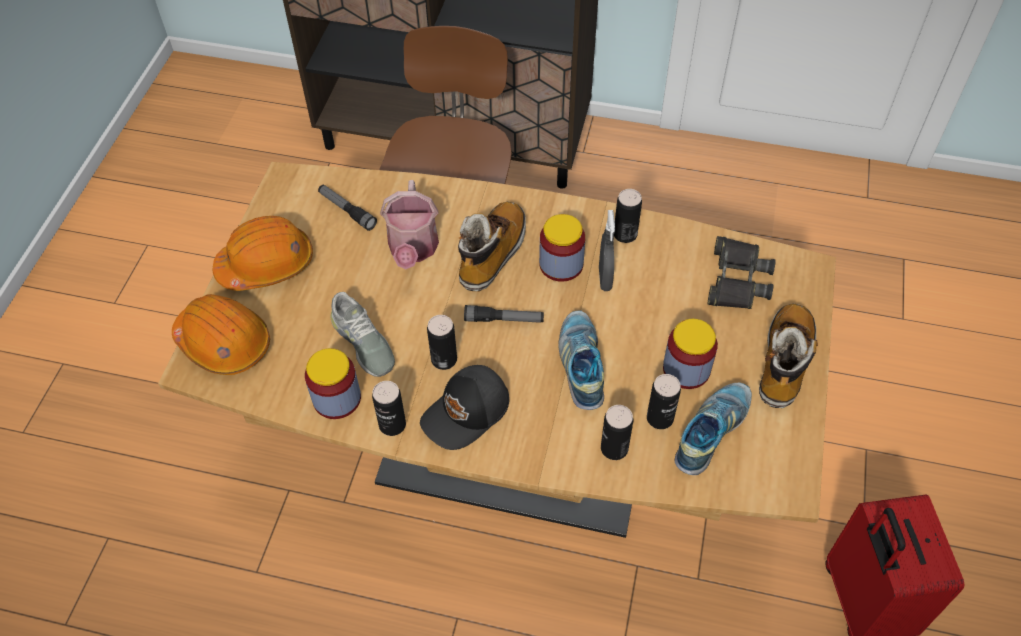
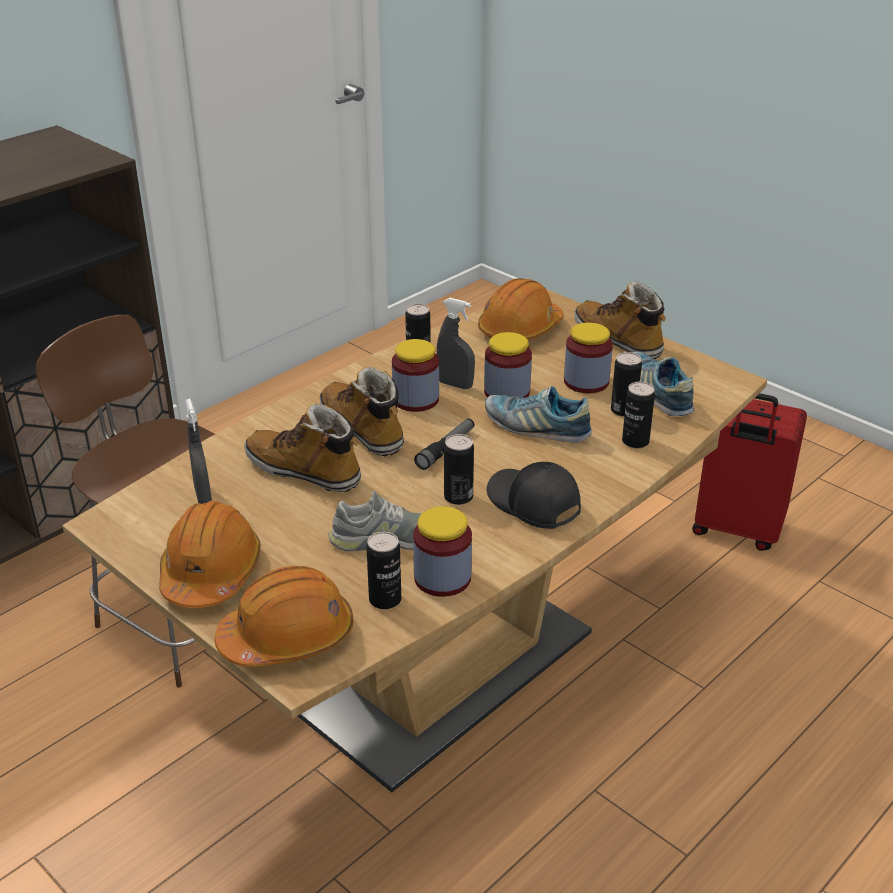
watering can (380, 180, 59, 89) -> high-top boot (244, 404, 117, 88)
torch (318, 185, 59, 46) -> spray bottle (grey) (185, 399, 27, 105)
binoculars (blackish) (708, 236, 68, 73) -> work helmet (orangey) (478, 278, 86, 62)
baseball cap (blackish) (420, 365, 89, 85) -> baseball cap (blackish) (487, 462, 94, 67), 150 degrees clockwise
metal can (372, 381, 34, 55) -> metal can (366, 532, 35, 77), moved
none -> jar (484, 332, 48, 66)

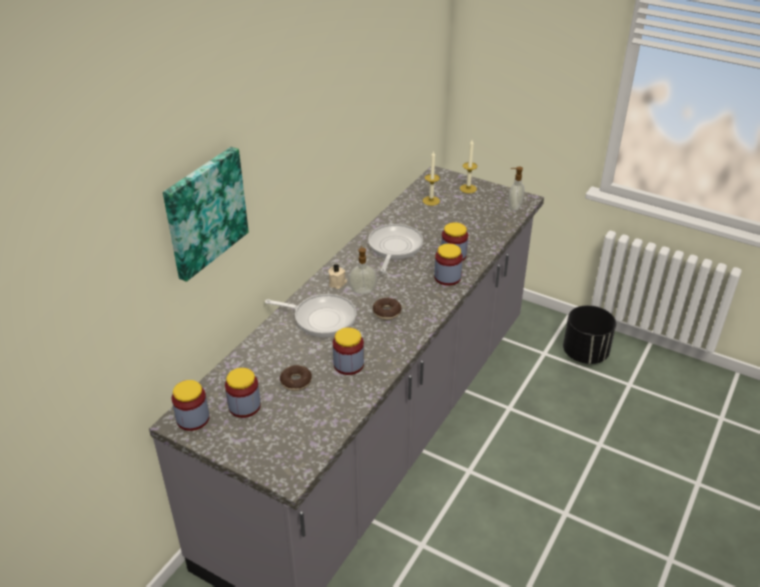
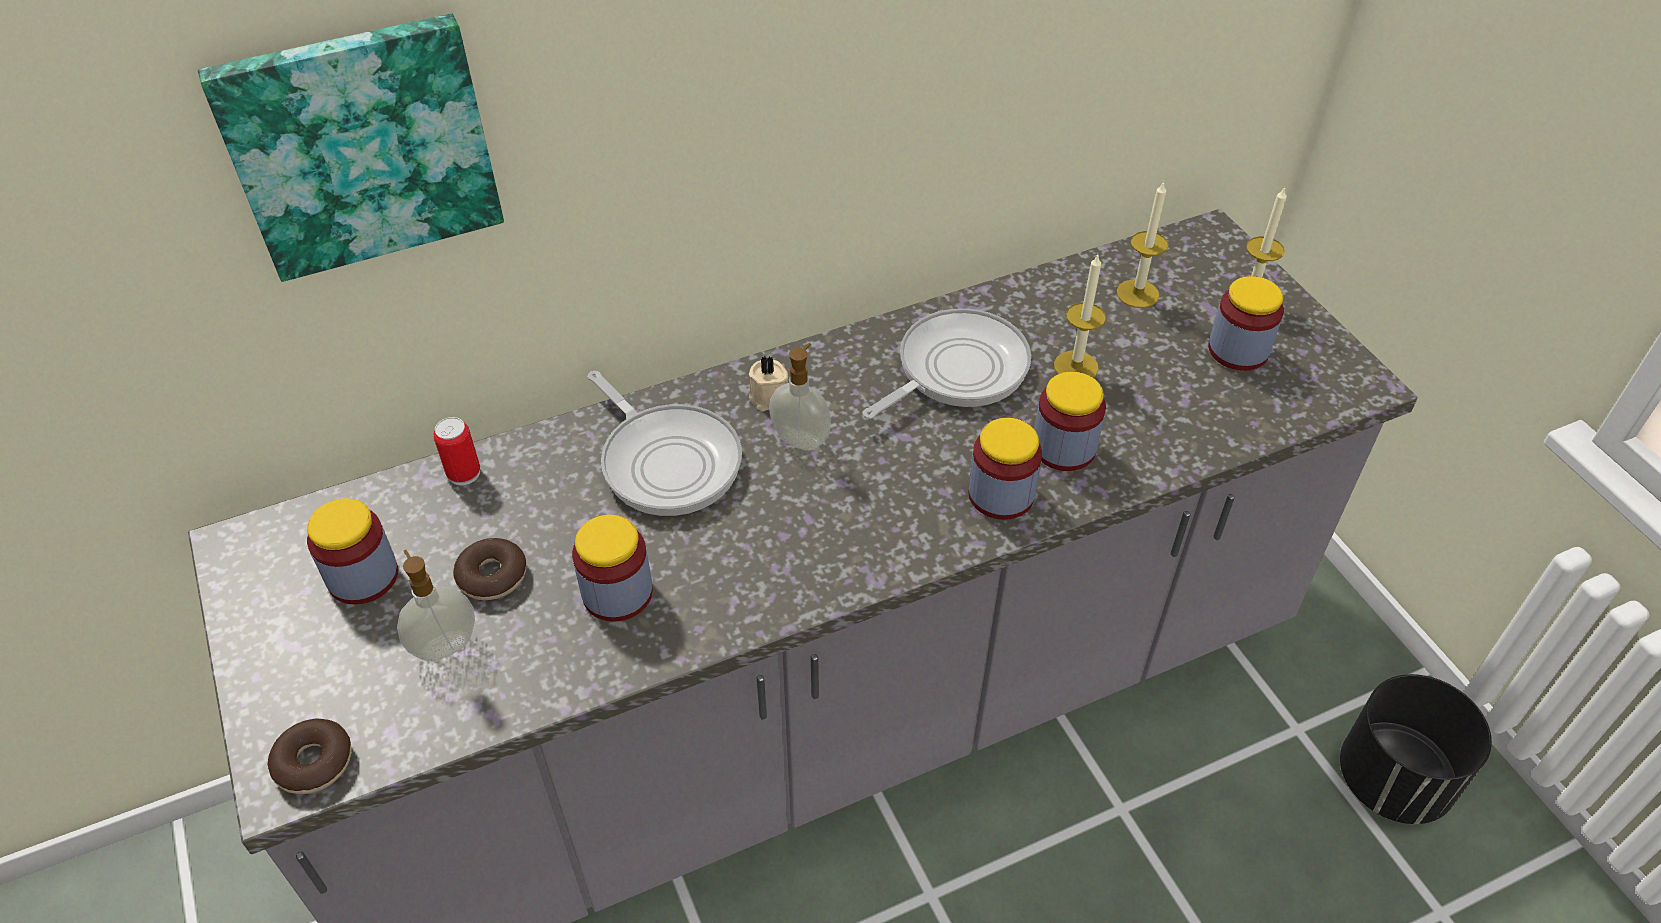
soap bottle (509, 167, 15, 44) -> soap bottle (397, 550, 78, 112), moved
donut (373, 298, 29, 22) -> donut (267, 719, 85, 75), moved
jar (172, 380, 37, 51) -> jar (1208, 276, 76, 95), moved
none -> candle (1054, 255, 52, 123)
none -> metal can (433, 417, 47, 68)

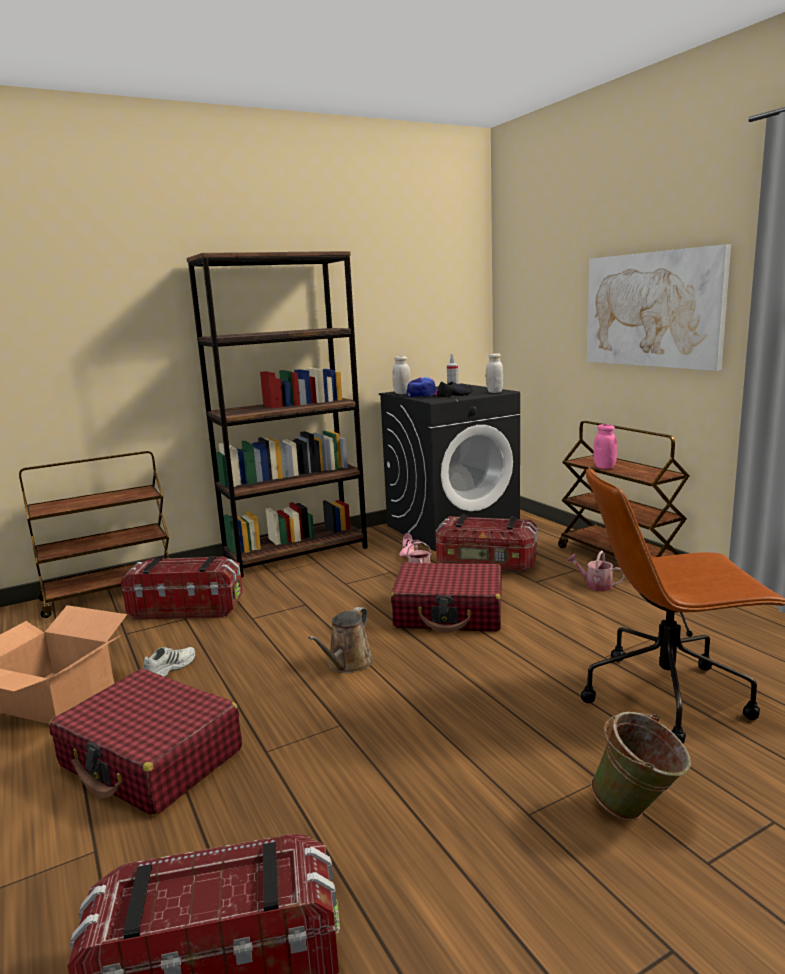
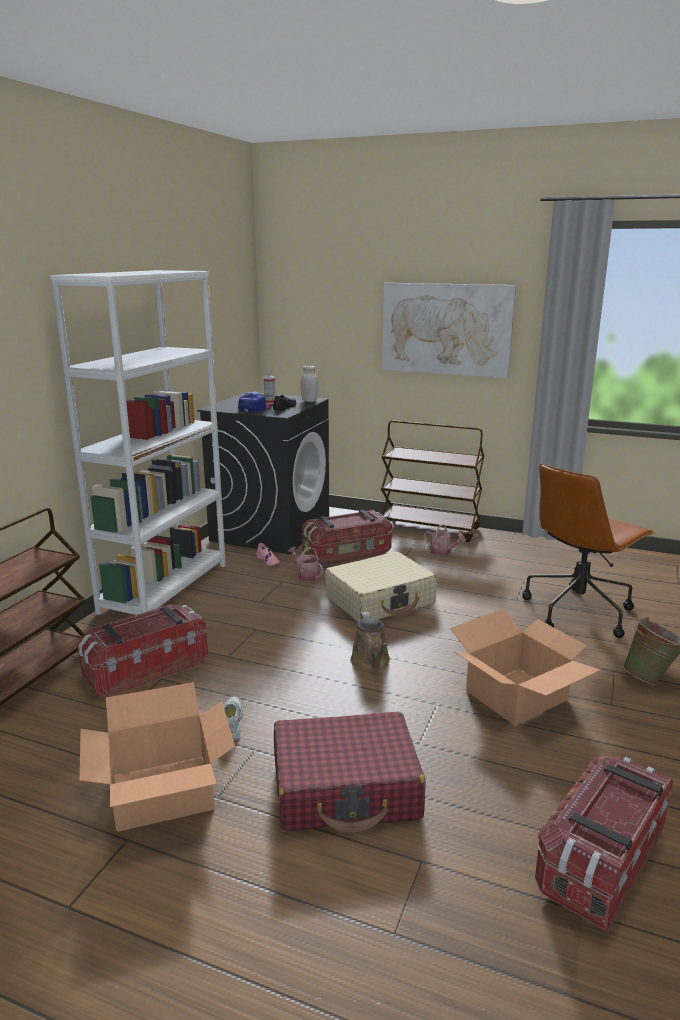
shelving unit (brown) (187, 251, 181, 326) -> shelving unit (white-coloured) (50, 270, 176, 345)
jar (white-coloured) (392, 356, 19, 38) -> none
jar (pink) (593, 424, 24, 45) -> none
watering can (567, 551, 58, 40) -> watering can (424, 524, 42, 32), 135 degrees counterclockwise
travel case (reddish) (391, 562, 111, 71) -> travel case (beige) (325, 552, 112, 70)
none -> carton (450, 609, 151, 116)

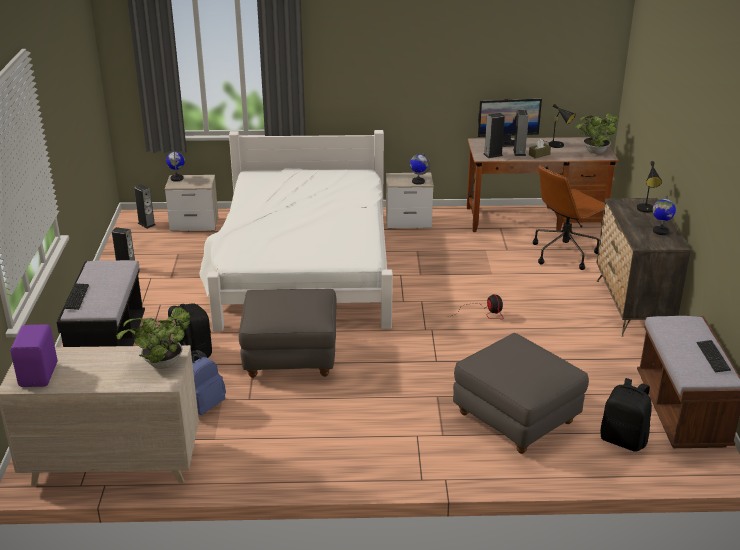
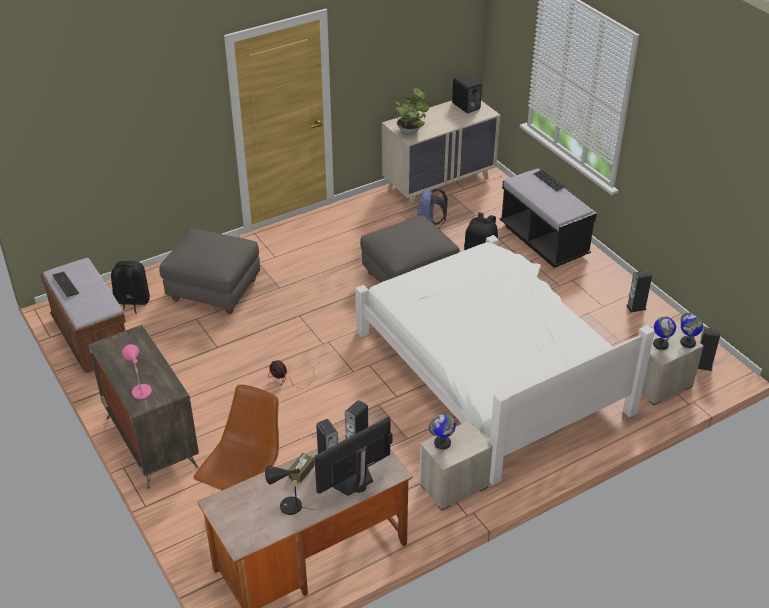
potted plant (575, 113, 44, 41) -> none
tabletop lamp (blackish) (636, 161, 26, 52) -> tabletop lamp (pink) (122, 344, 30, 62)
desk globe (653, 195, 23, 40) -> desk globe (653, 317, 23, 33), moved
speaker (purple) (10, 324, 48, 63) -> speaker (blackish) (452, 74, 30, 39)

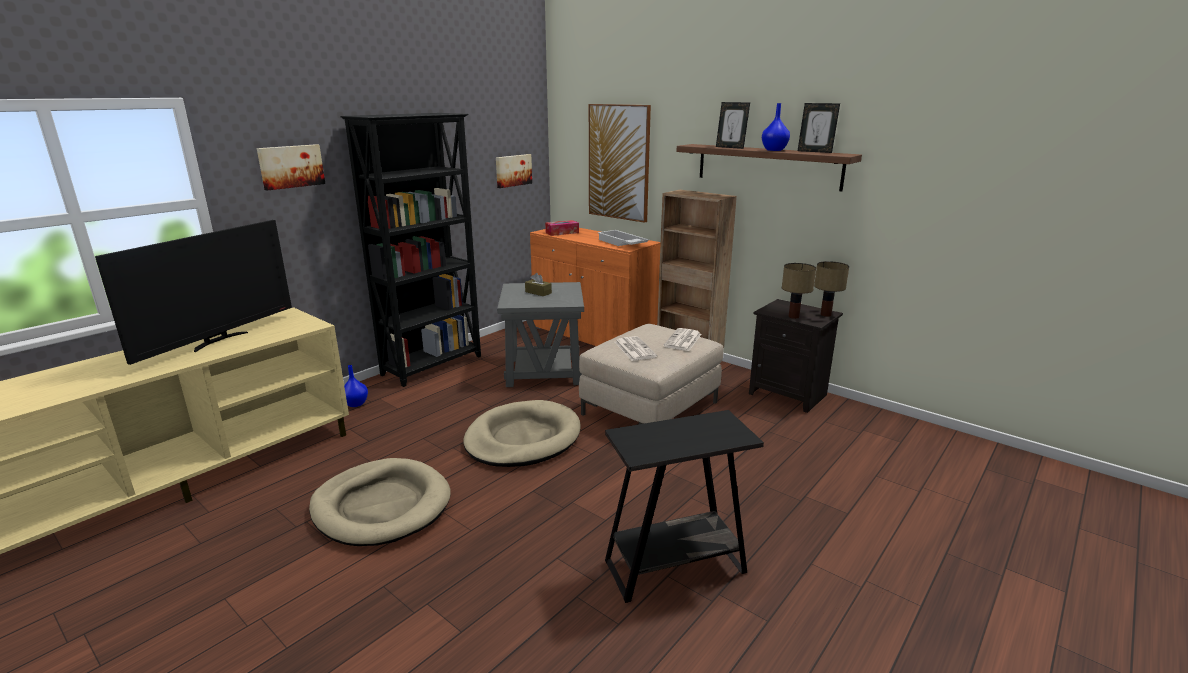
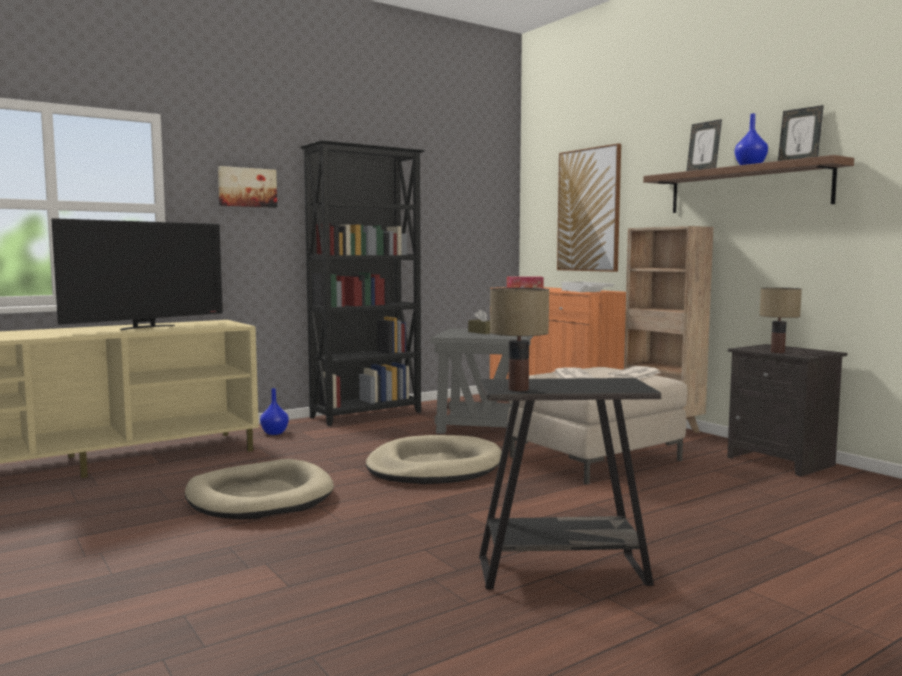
picture (496, 154, 36, 34) -> none
tabletop lamp (814, 261, 35, 56) -> tabletop lamp (490, 288, 59, 103), moved

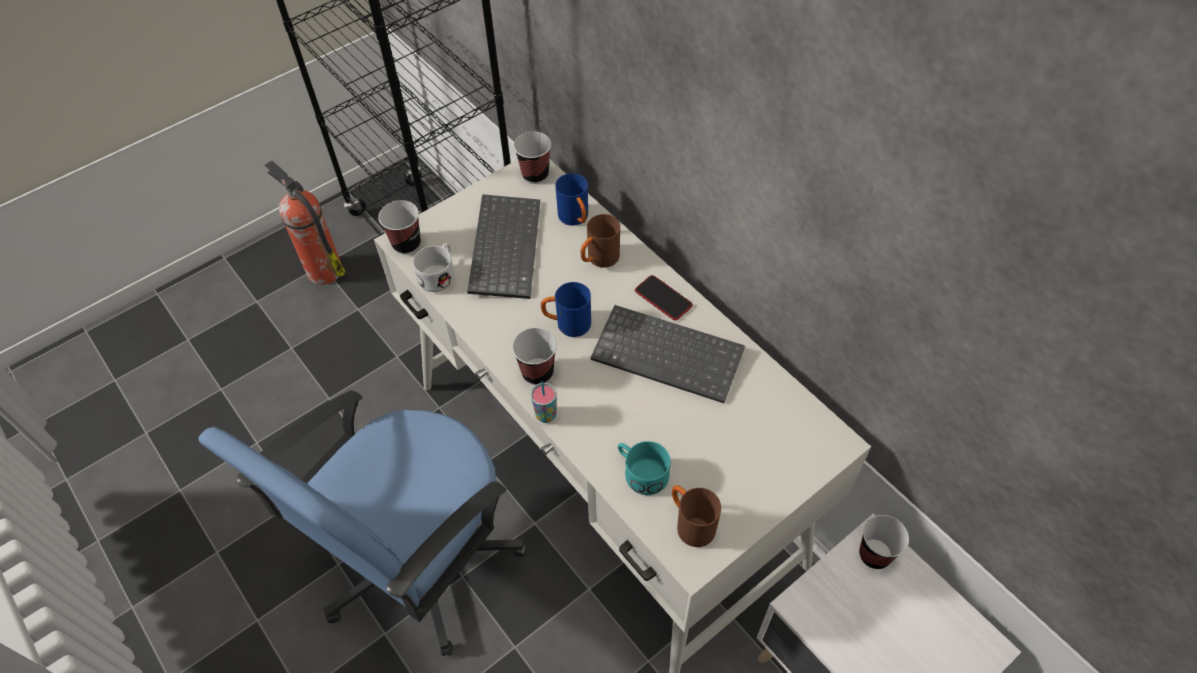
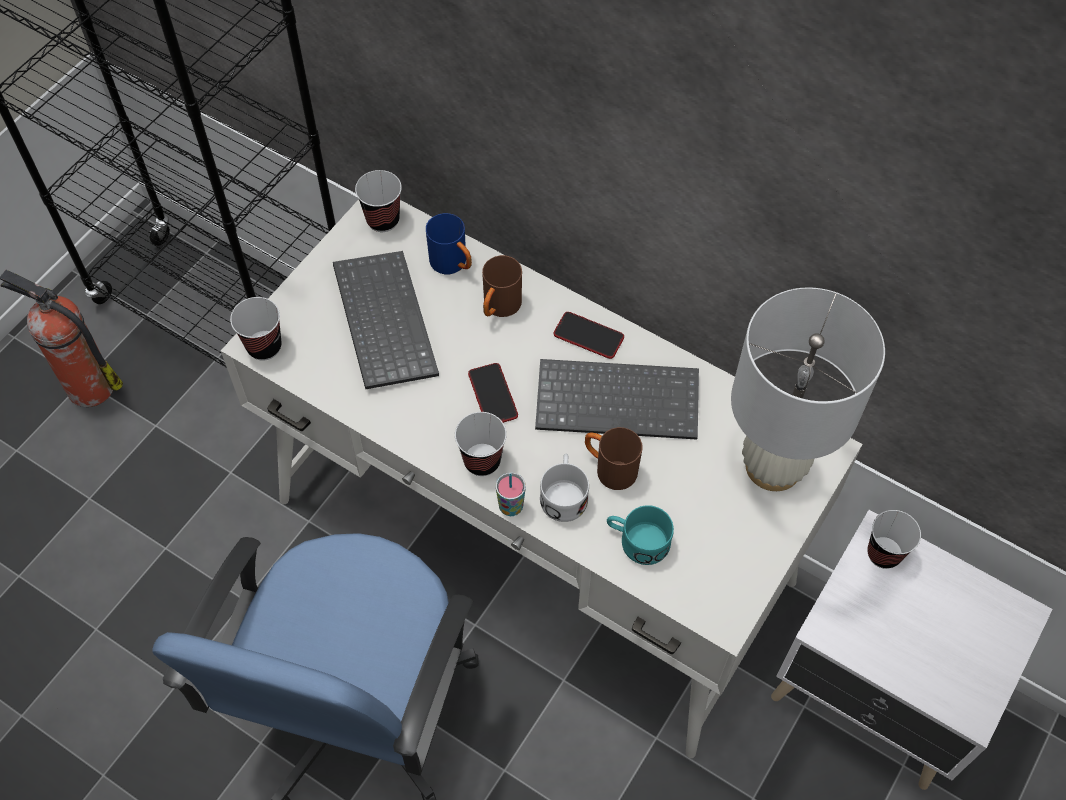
mug (white-coloured) (413, 243, 42, 49) -> mug (white-coloured) (540, 454, 49, 68), moved
mug (bluish) (541, 282, 50, 55) -> telephone (468, 363, 50, 60)
mug (brown) (672, 485, 49, 62) -> mug (brown) (585, 427, 58, 63), moved
none -> tabletop lamp (white-coloured) (731, 287, 154, 204)

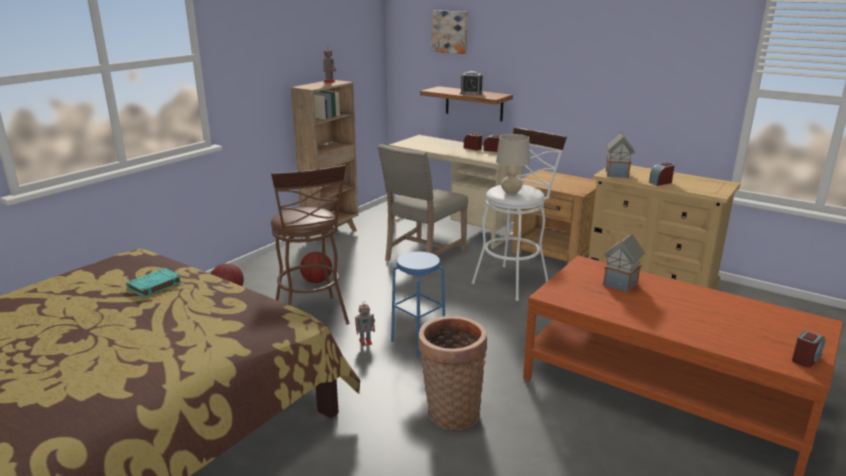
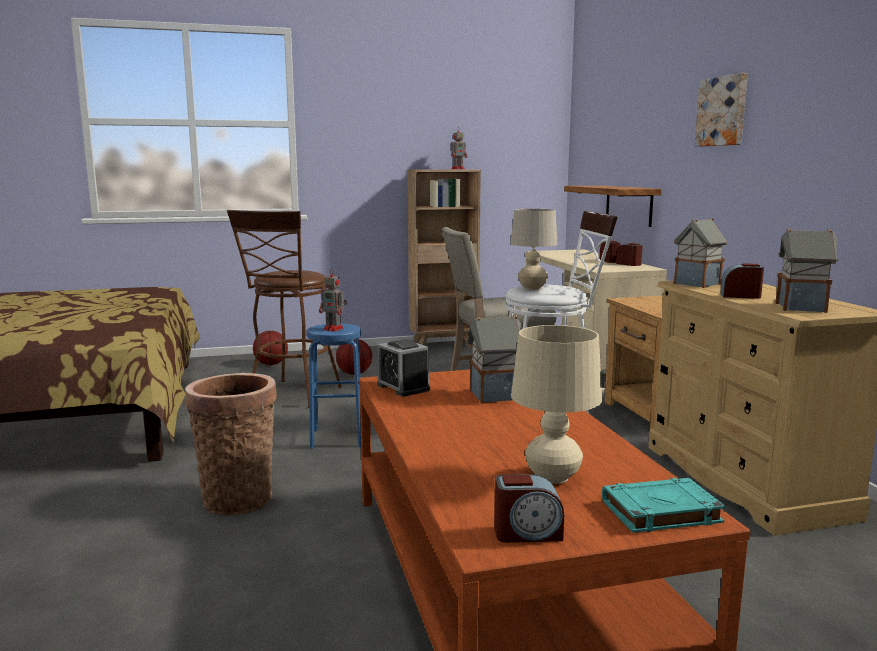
picture (432, 10, 36, 44) -> picture (695, 73, 53, 74), moved
table clock (460, 71, 23, 24) -> table clock (377, 339, 53, 58), moved
volume (turquoise-coloured) (126, 268, 56, 30) -> volume (turquoise-coloured) (602, 478, 124, 55), moved
model robot (355, 304, 20, 42) -> model robot (319, 270, 28, 62), moved
none -> toy house (775, 228, 64, 85)
none -> tabletop lamp (beige) (511, 325, 91, 159)

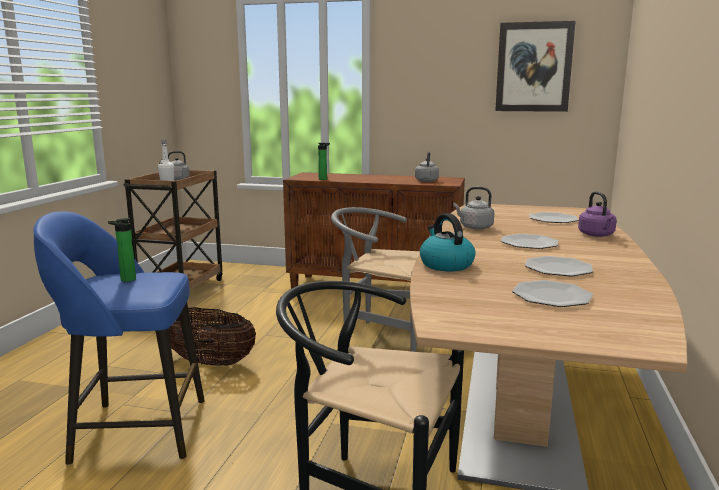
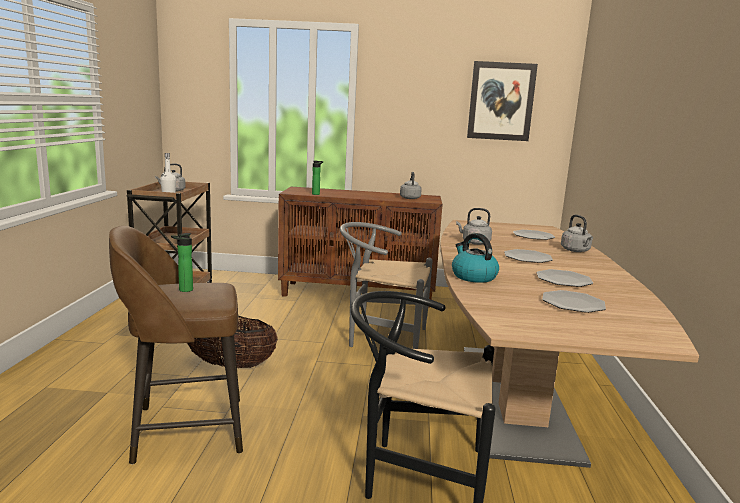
water kettle (purple) (578, 191, 39, 46) -> water kettle (grey) (561, 215, 32, 37)
sitting stool (bluish) (33, 211, 172, 254) -> sitting stool (brown) (109, 226, 134, 238)

